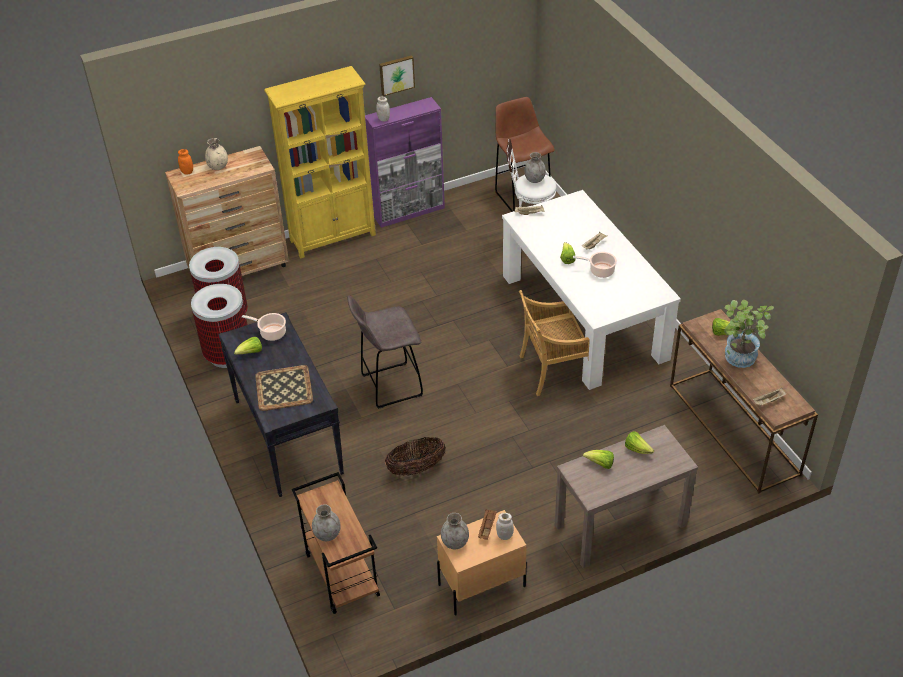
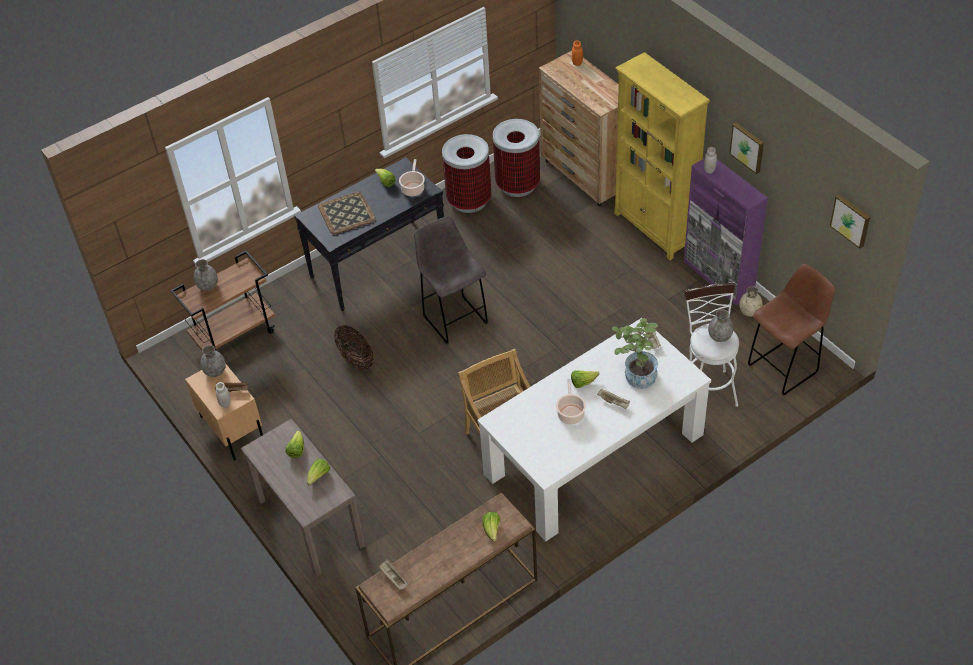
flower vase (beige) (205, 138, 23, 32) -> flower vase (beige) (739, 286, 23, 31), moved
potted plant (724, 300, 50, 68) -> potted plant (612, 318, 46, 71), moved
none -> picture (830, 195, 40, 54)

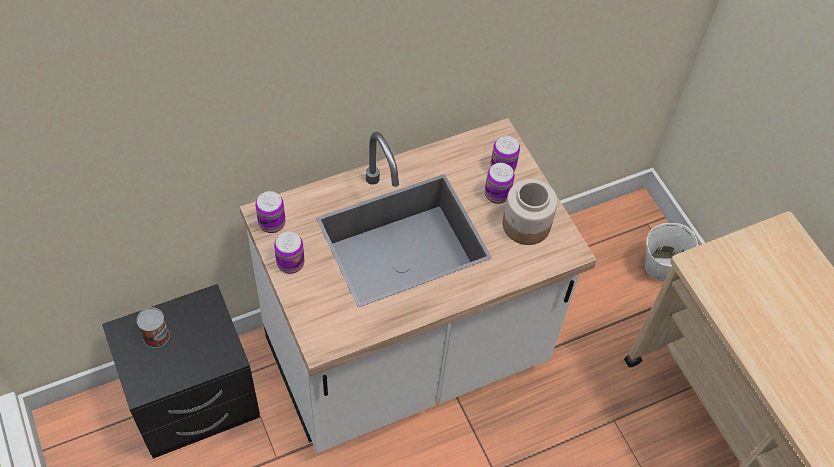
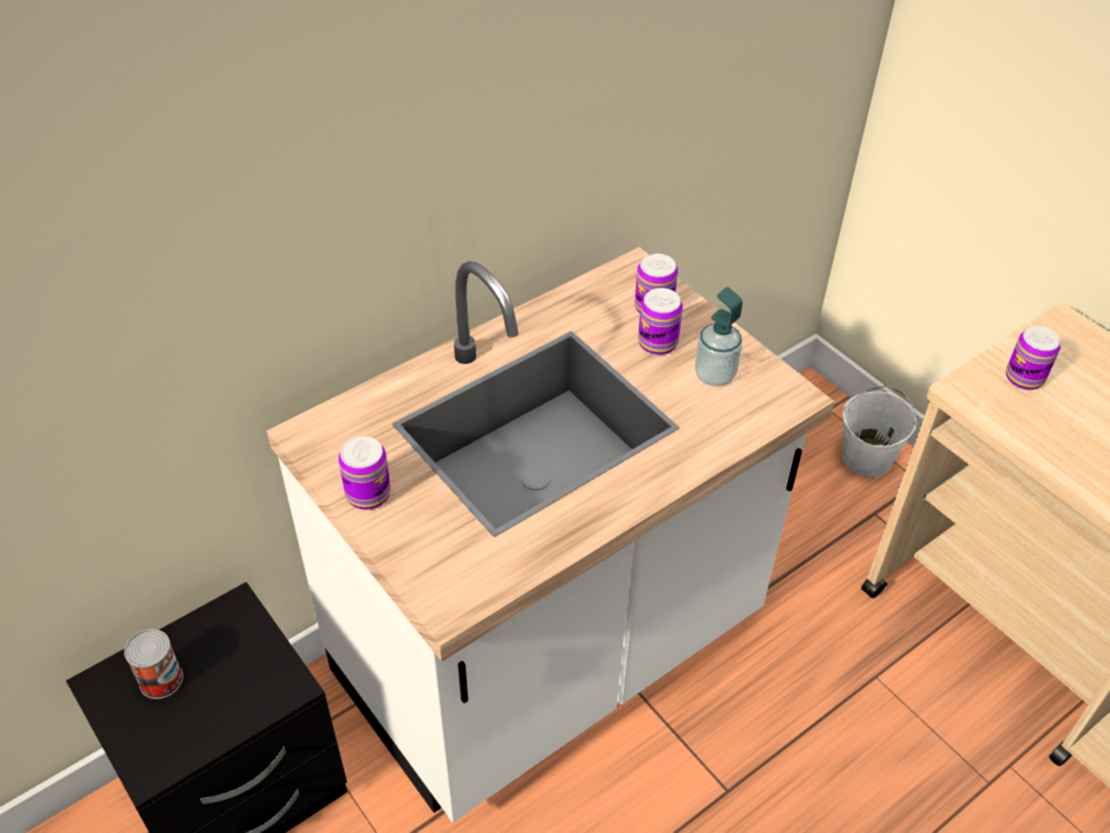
jar (502, 179, 56, 66) -> soap bottle (695, 287, 48, 100)
metal can (255, 191, 30, 42) -> metal can (1006, 326, 54, 64), moved

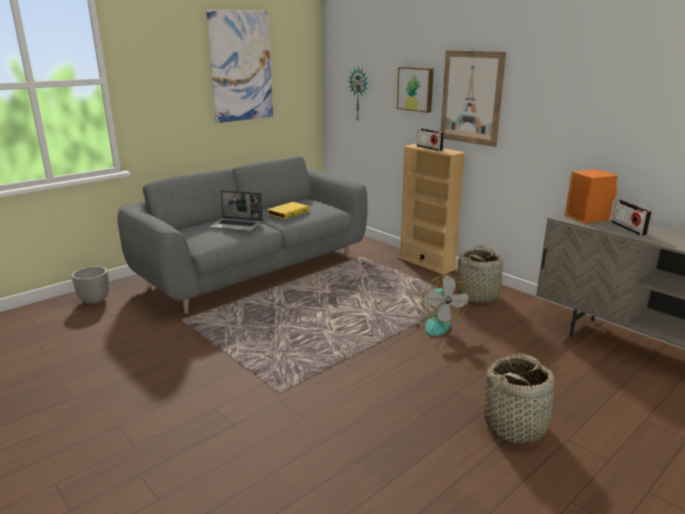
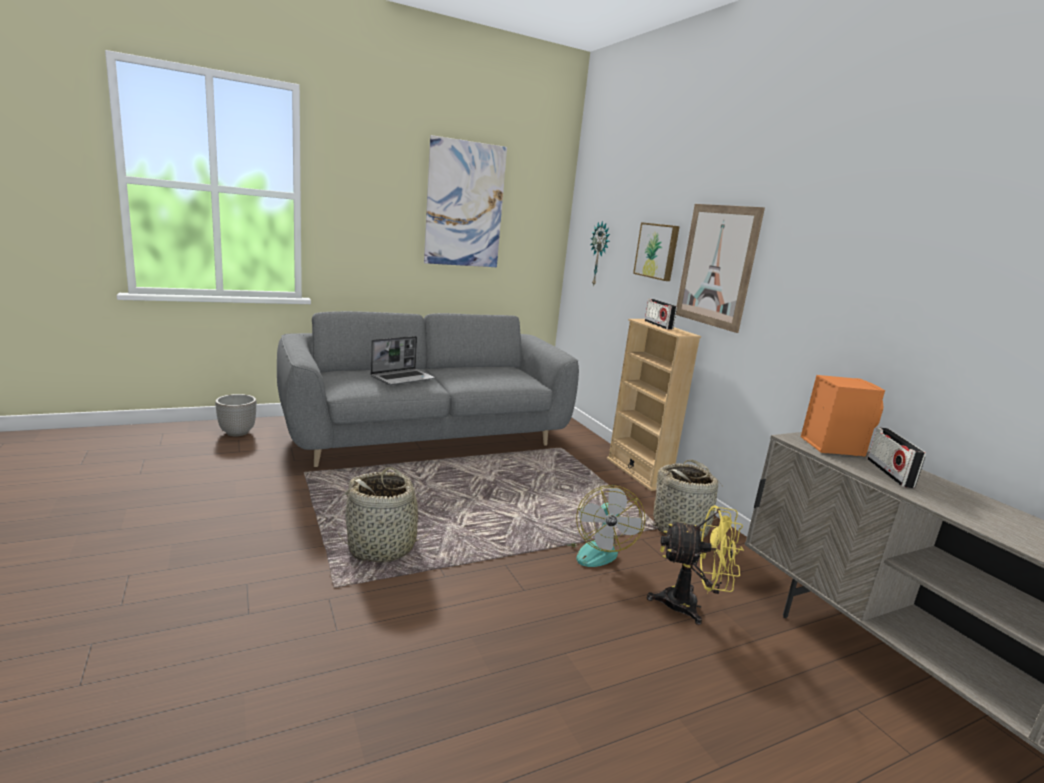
portable computer (209, 190, 54, 41) -> portable computer (370, 336, 65, 49), 75 degrees counterclockwise
volume (yellow) (268, 202, 41, 17) -> none
storage basket (484, 353, 72, 92) -> storage basket (338, 467, 96, 96), moved
none -> electric fan (yellow) (647, 505, 97, 120)

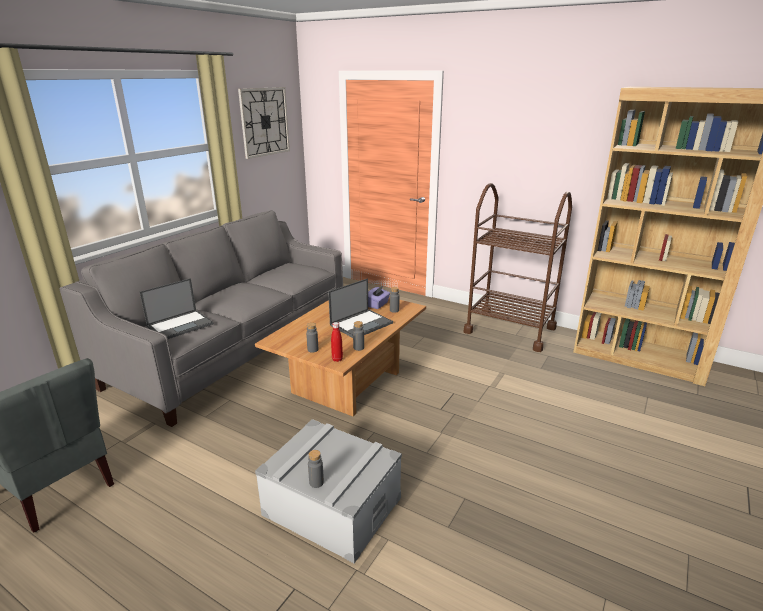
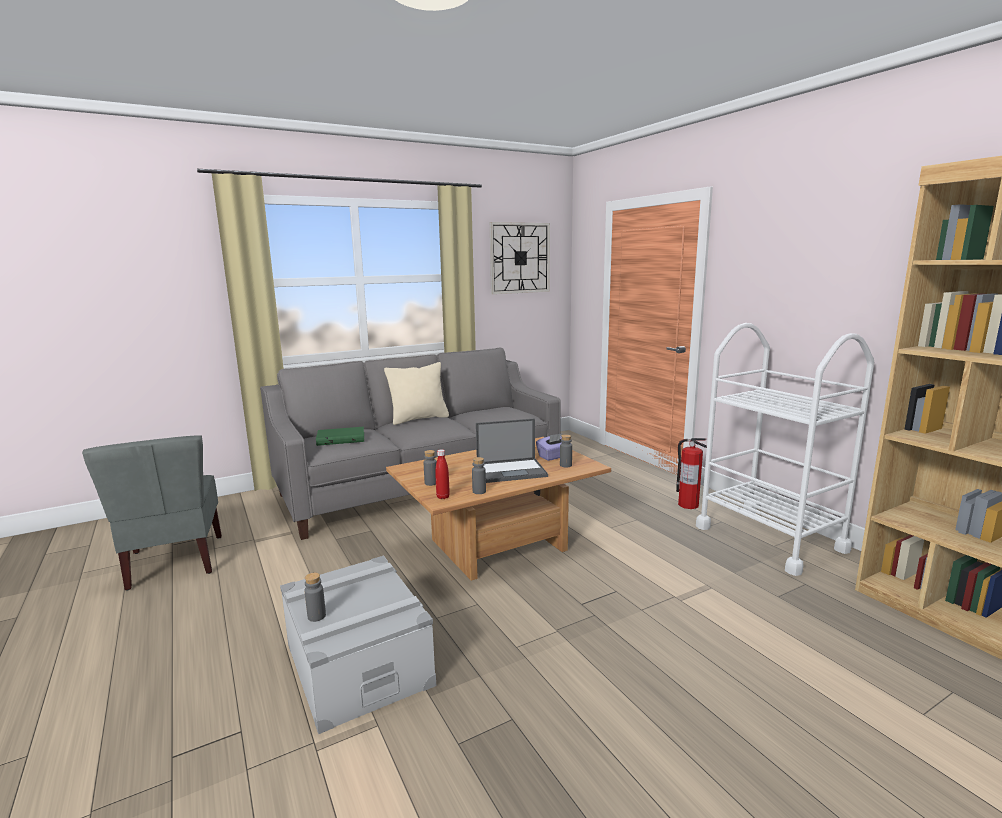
trolley (brown) (464, 183, 108, 169) -> trolley (white-coloured) (696, 323, 178, 253)
portable computer (140, 278, 74, 61) -> volume (greenish) (316, 427, 48, 19)
none -> pillow (beige) (384, 362, 65, 63)
none -> fire-fighting cylinder (676, 438, 31, 71)

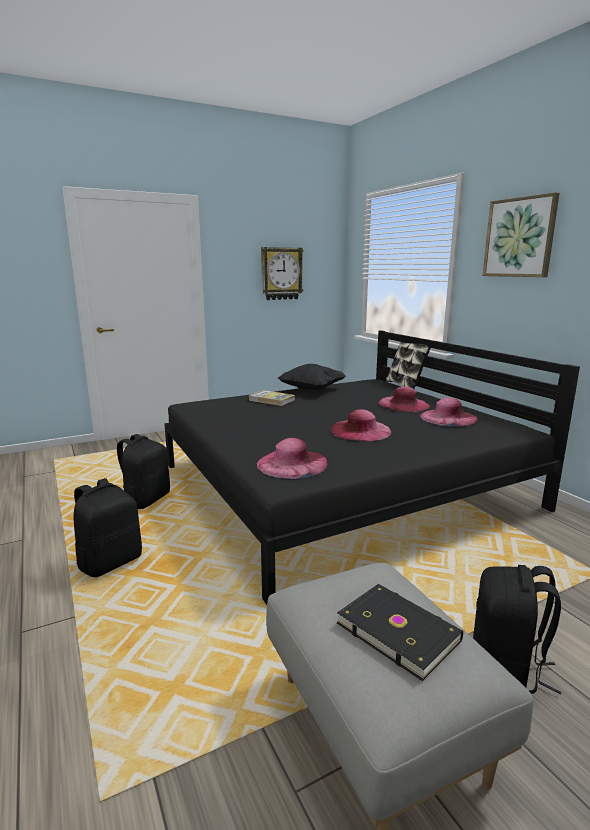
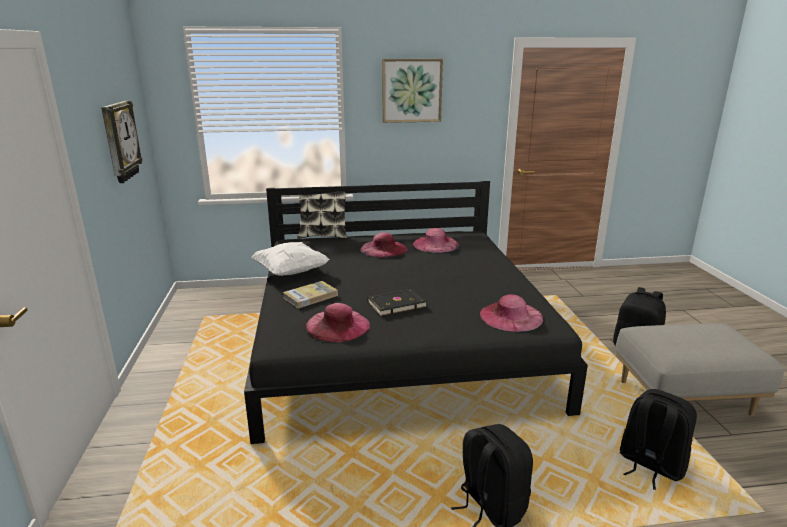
pillow (blackish) (278, 364, 68, 26) -> pillow (white-coloured) (252, 242, 78, 34)
clothing hat (pink) (330, 409, 61, 32) -> clothing hat (pink) (306, 303, 64, 39), moved
rucksack (blackish) (117, 434, 53, 75) -> rucksack (blackish) (620, 389, 77, 101), moved
volume (blackish) (337, 584, 126, 97) -> volume (blackish) (367, 289, 60, 28), moved

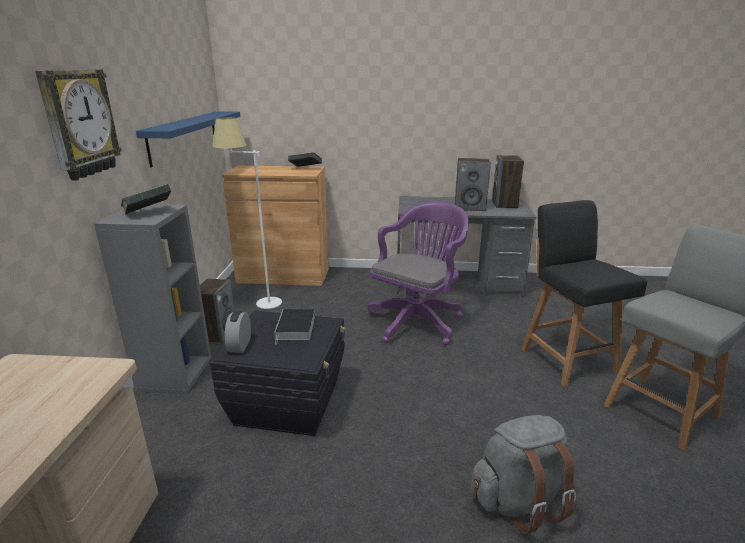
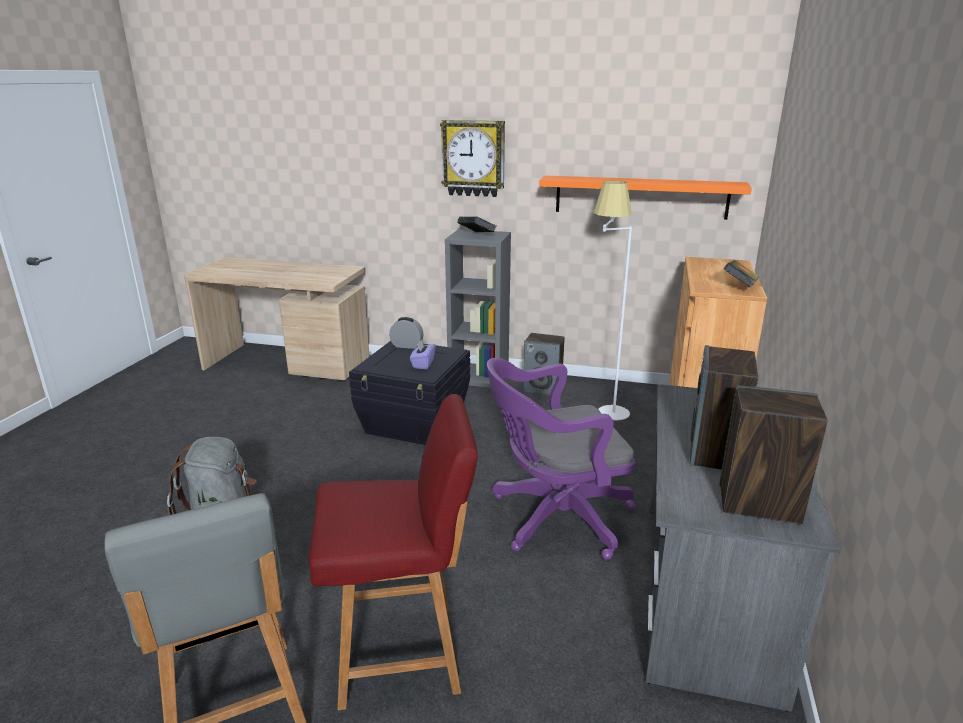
bracket shelf (bluish) (136, 111, 104, 57) -> bracket shelf (orangey) (539, 175, 213, 45)
plain chair (blackish) (521, 200, 126, 187) -> plain chair (reddish) (309, 394, 169, 316)
computer chair (purple) (368, 202, 101, 144) -> computer chair (purple) (487, 358, 148, 202), 120 degrees clockwise
volume (274, 309, 41, 36) -> tissue holder (purple) (410, 339, 25, 30)

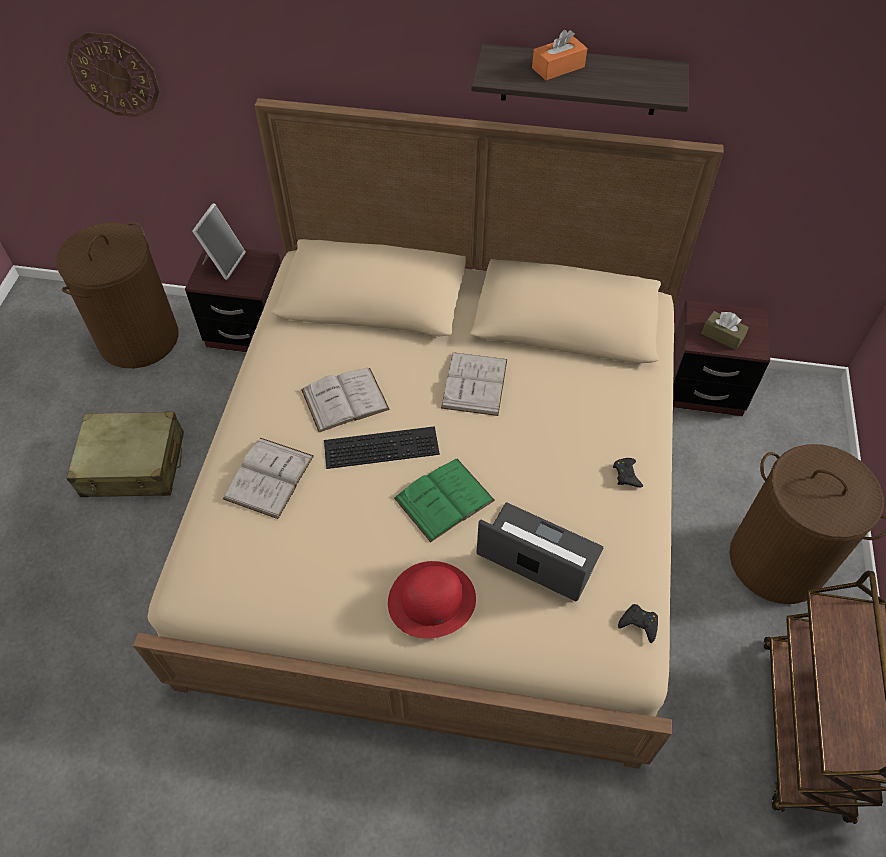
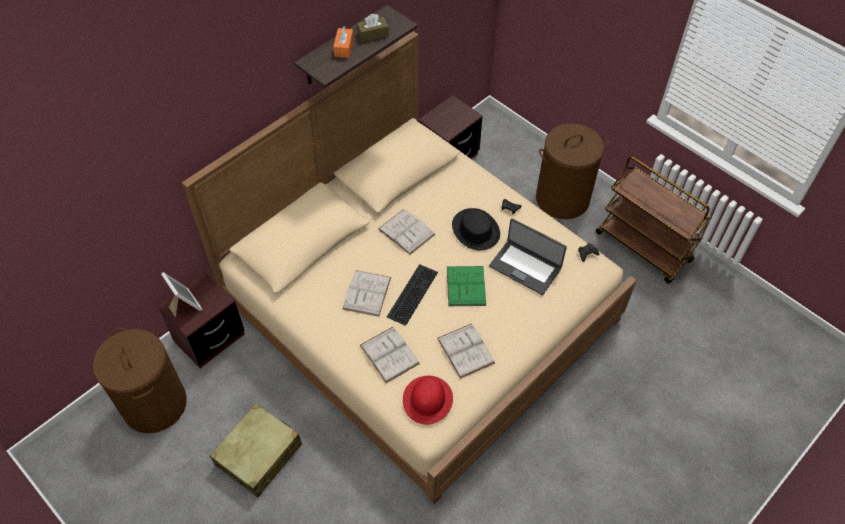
hanging clock (67, 32, 93, 85) -> none
tissue holder (brown) (701, 311, 48, 39) -> tissue holder (brown) (357, 14, 32, 28), moved
portable computer (476, 502, 127, 99) -> portable computer (489, 218, 78, 77), 120 degrees counterclockwise
clothing hat (reddish) (388, 561, 88, 77) -> clothing hat (reddish) (403, 376, 50, 49), moved
none -> clothing hat (blackish) (452, 208, 48, 42)
none -> volume (white-coloured) (437, 324, 58, 55)

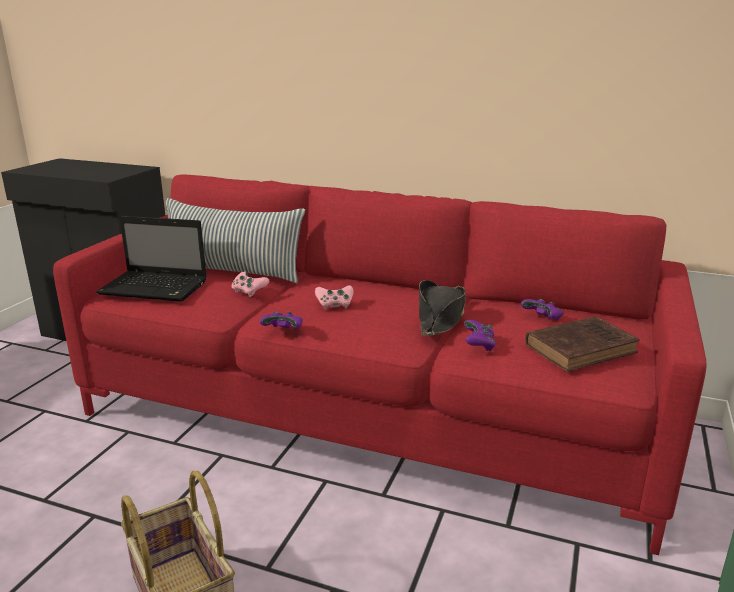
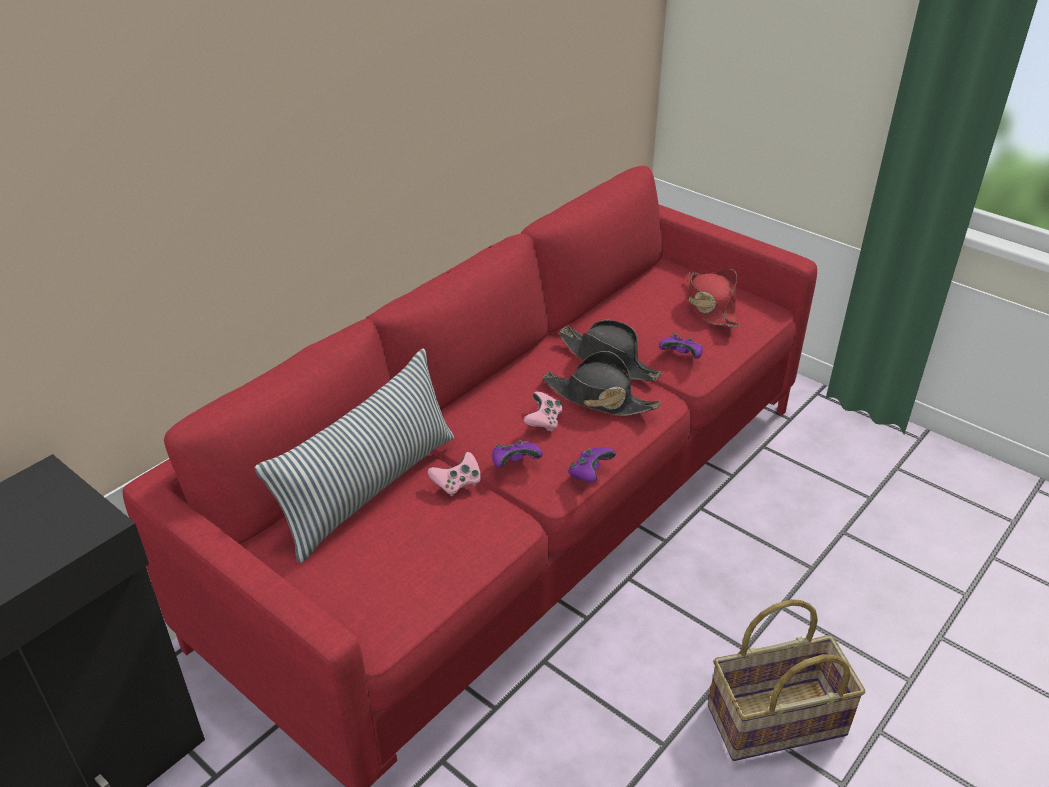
portable computer (96, 216, 111, 86) -> none
joypad (purple) (521, 299, 42, 22) -> joypad (purple) (492, 441, 51, 27), moved
volume (brown) (525, 316, 115, 56) -> clothing hat (reddish) (687, 269, 53, 59)
none -> clothing hat (blackish) (542, 351, 119, 65)

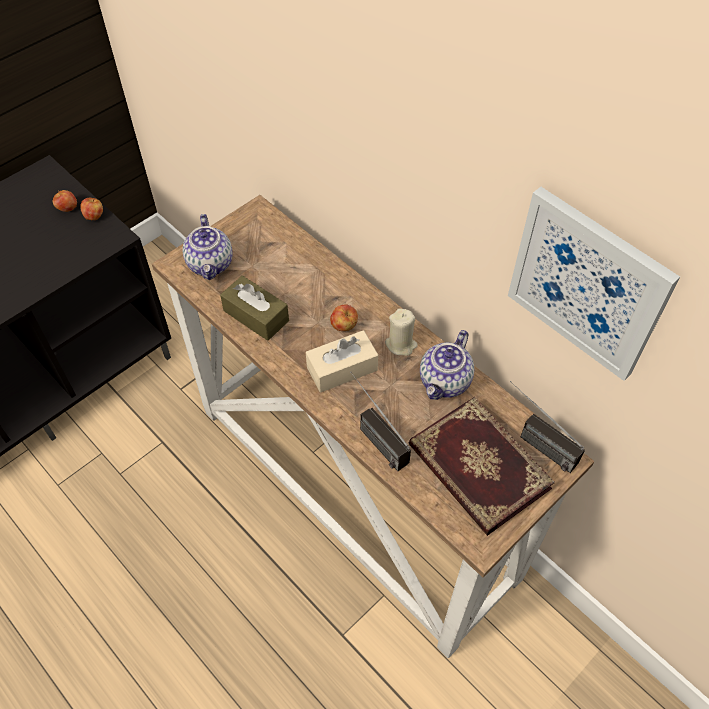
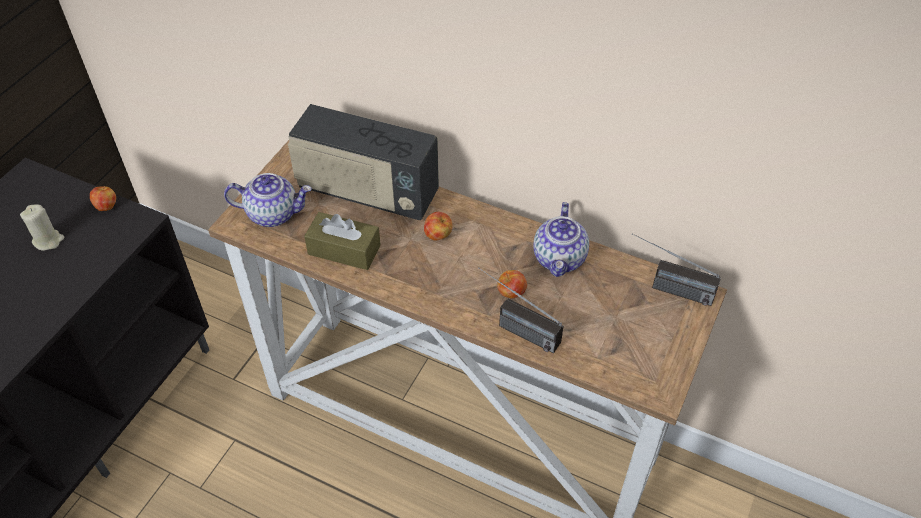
picture (508, 187, 172, 194) -> none
apple (53, 190, 24, 22) -> apple (497, 270, 30, 29), moved
tea pot (183, 214, 50, 66) -> tea pot (224, 173, 88, 54), 60 degrees counterclockwise
candle (beige) (385, 308, 33, 48) -> candle (beige) (20, 204, 44, 47), moved
tissue holder (beige) (306, 330, 72, 63) -> none
volume (408, 397, 147, 139) -> none
none -> radio set (288, 104, 151, 116)

